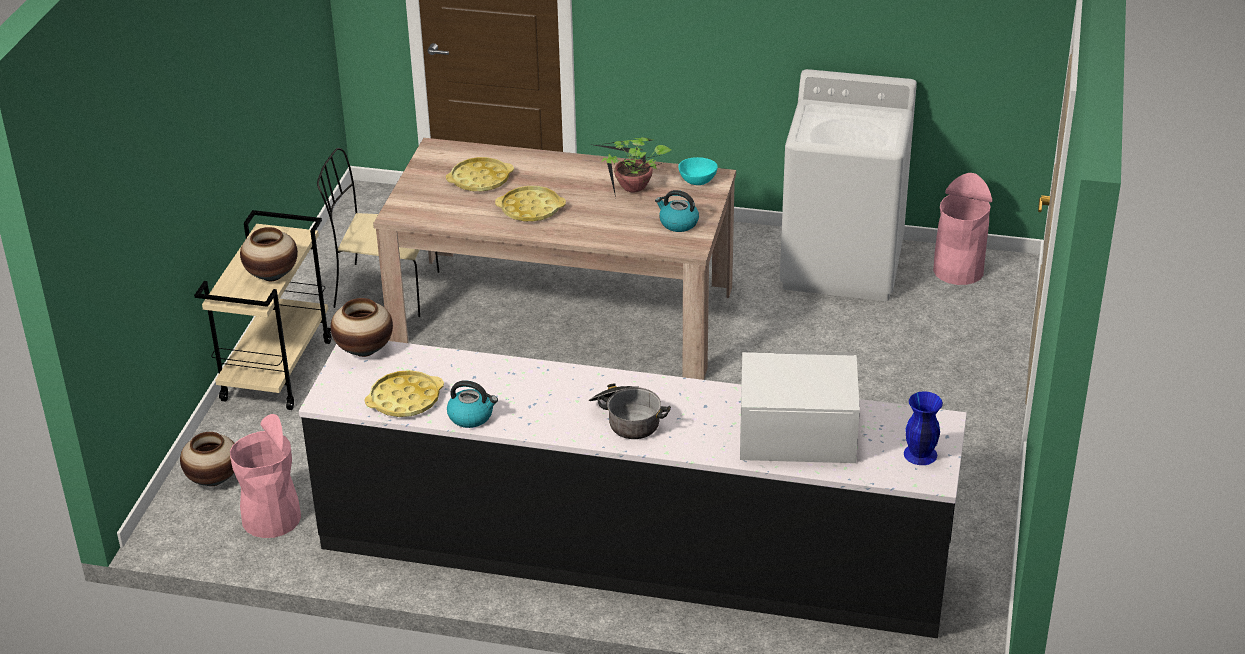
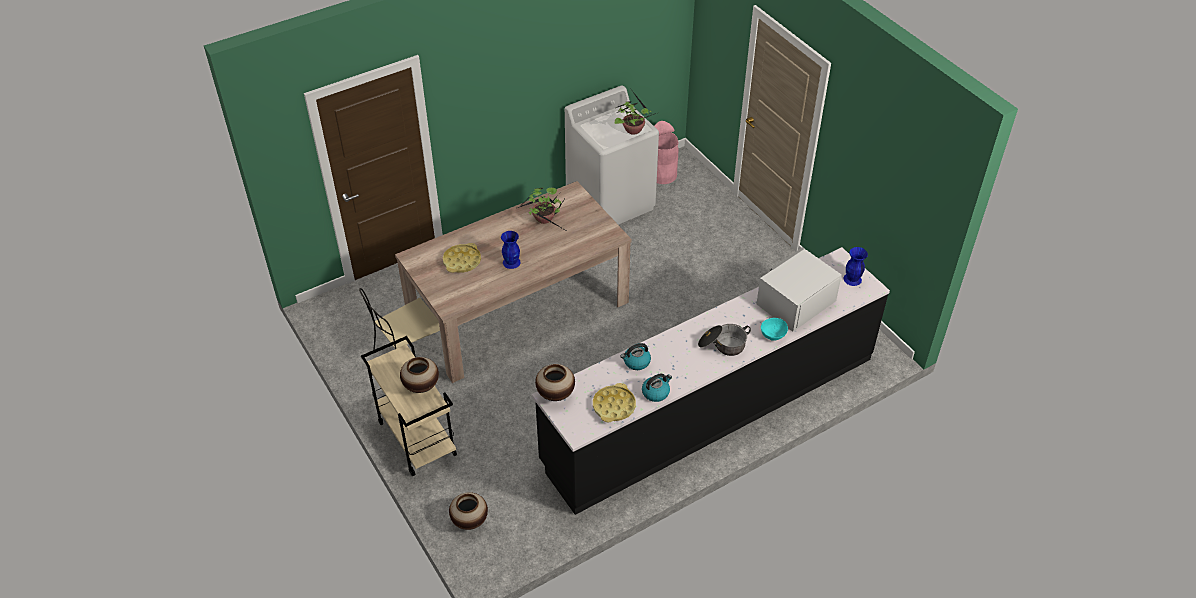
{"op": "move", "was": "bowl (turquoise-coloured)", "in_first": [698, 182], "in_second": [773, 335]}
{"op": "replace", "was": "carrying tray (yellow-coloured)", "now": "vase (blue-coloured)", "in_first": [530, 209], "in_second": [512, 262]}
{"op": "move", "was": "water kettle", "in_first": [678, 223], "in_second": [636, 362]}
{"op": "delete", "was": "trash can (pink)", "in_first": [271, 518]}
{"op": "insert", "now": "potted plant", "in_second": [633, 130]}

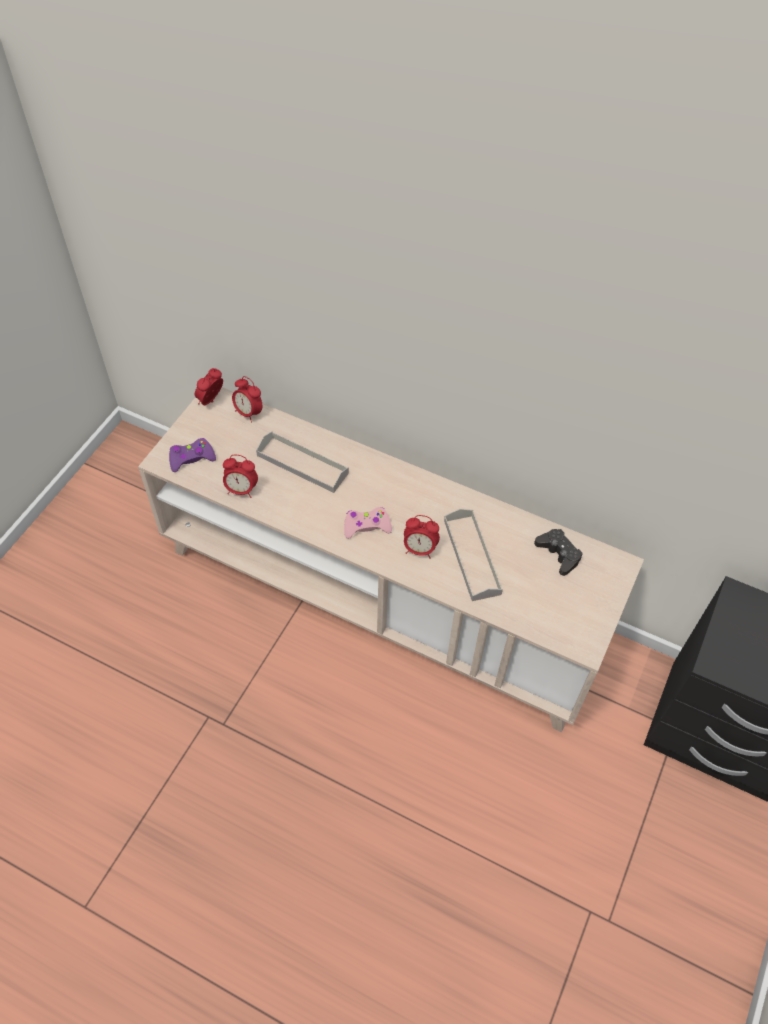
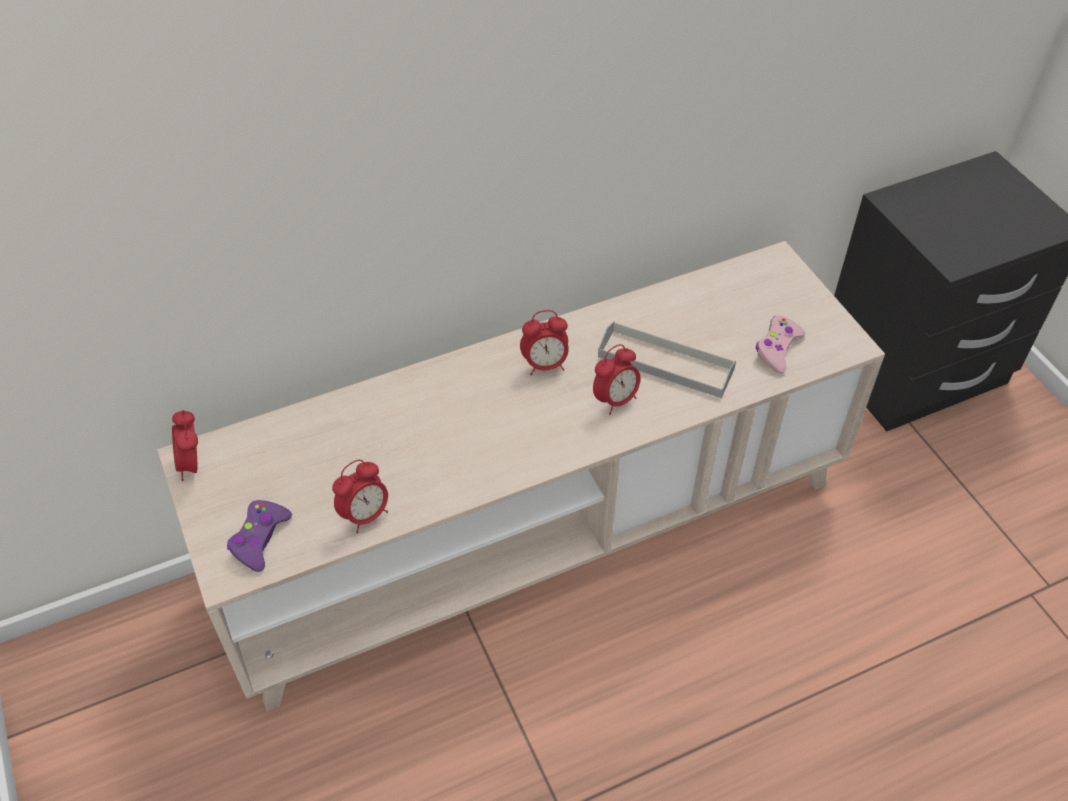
{"op": "move", "was": "bedside clock", "in_first": [248, 413], "in_second": [545, 365]}
{"op": "delete", "was": "carrying tray (greyish)", "in_first": [302, 464]}
{"op": "move", "was": "gamepad (pink)", "in_first": [366, 526], "in_second": [777, 349]}
{"op": "delete", "was": "gamepad (blackish)", "in_first": [558, 554]}

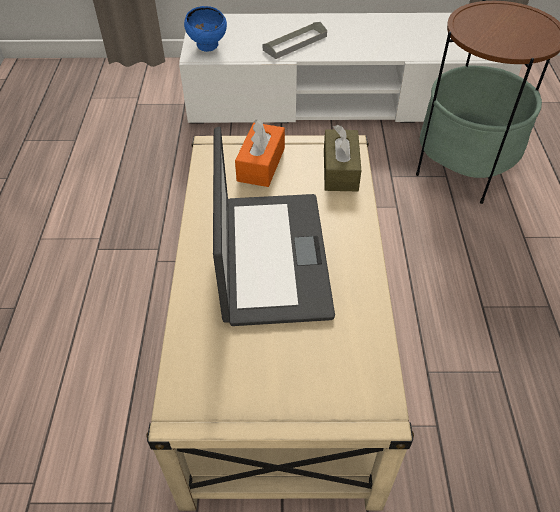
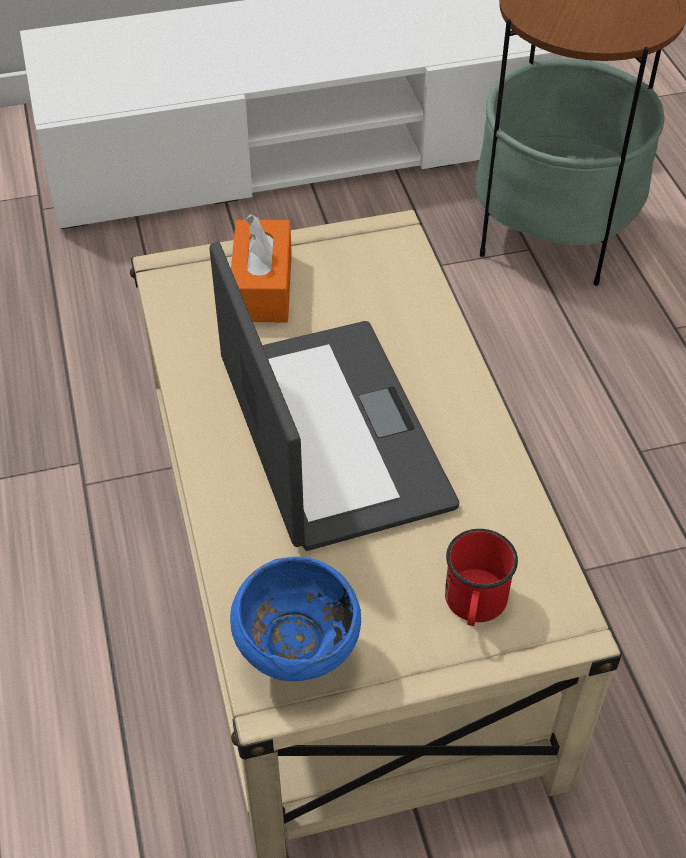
{"op": "move", "was": "bowl (blue-coloured)", "in_first": [208, 48], "in_second": [299, 656]}
{"op": "delete", "was": "carrying tray (greyish)", "in_first": [295, 43]}
{"op": "delete", "was": "tissue box (brownish)", "in_first": [340, 170]}
{"op": "insert", "now": "mug (red)", "in_second": [474, 605]}

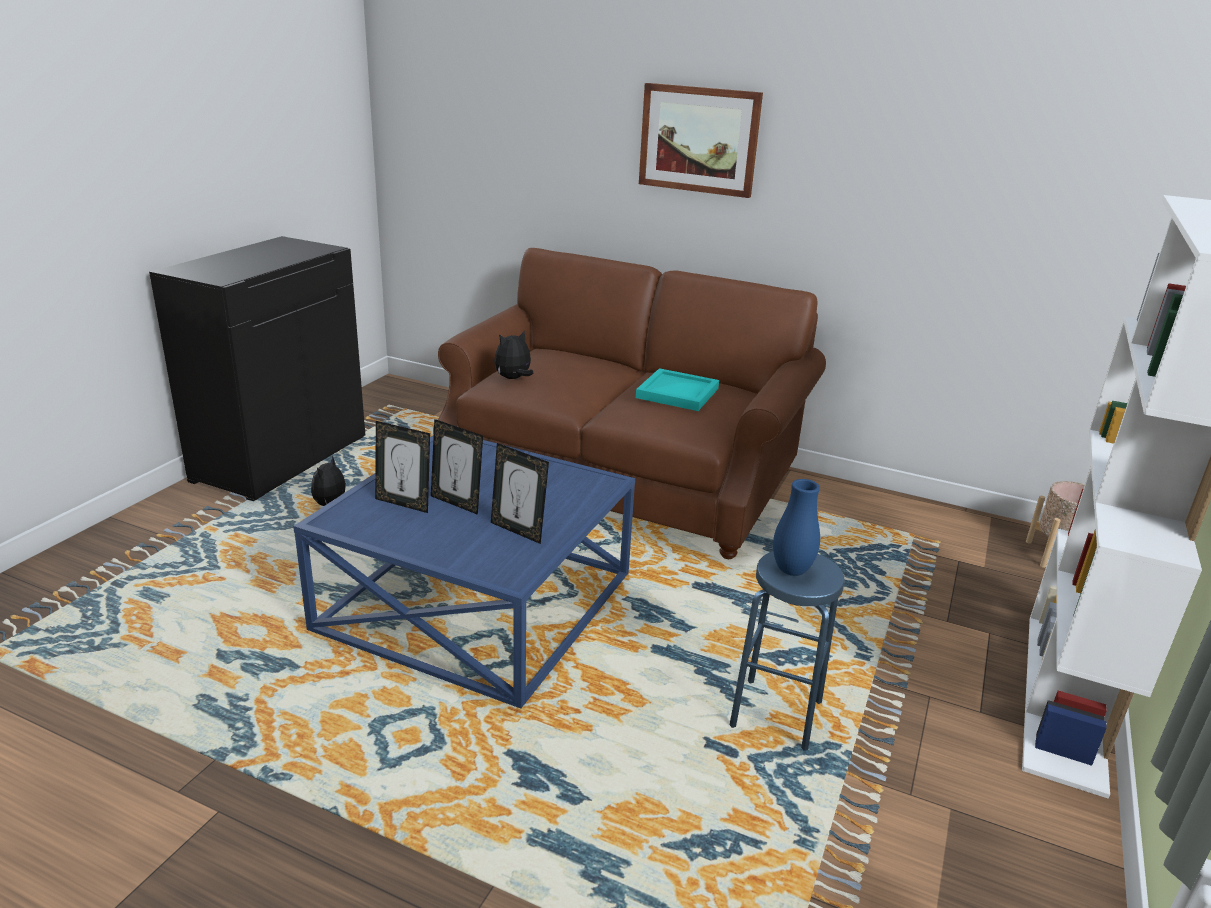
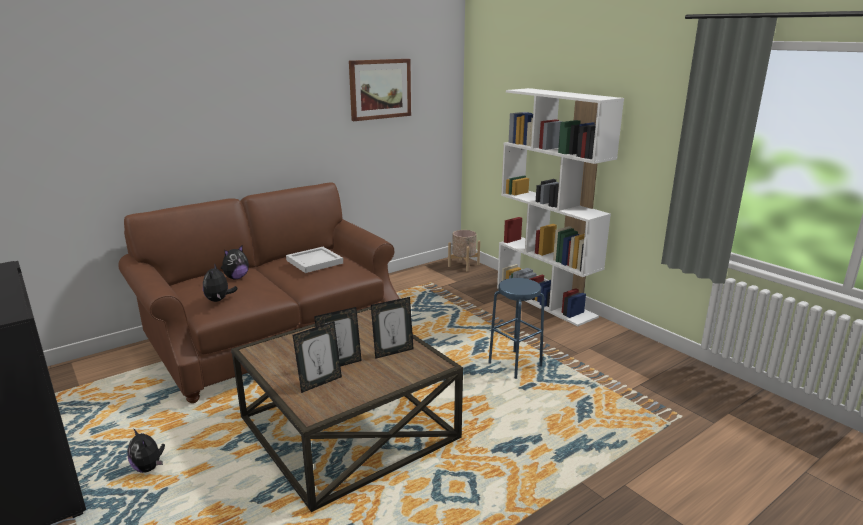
{"op": "move", "was": "wall picture", "in_first": [699, 140], "in_second": [380, 89]}
{"op": "recolor", "was": "carrying tray (turquoise-coloured)", "now": "carrying tray (whitish)", "in_first": [677, 392], "in_second": [313, 262]}
{"op": "recolor", "was": "low table (blue-coloured)", "now": "low table (brownish)", "in_first": [478, 600], "in_second": [347, 427]}
{"op": "delete", "was": "vase (blue-coloured)", "in_first": [791, 570]}
{"op": "insert", "now": "soft toy", "in_second": [236, 278]}

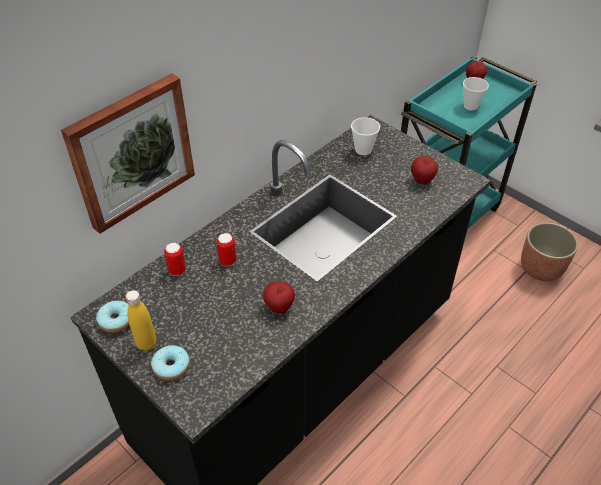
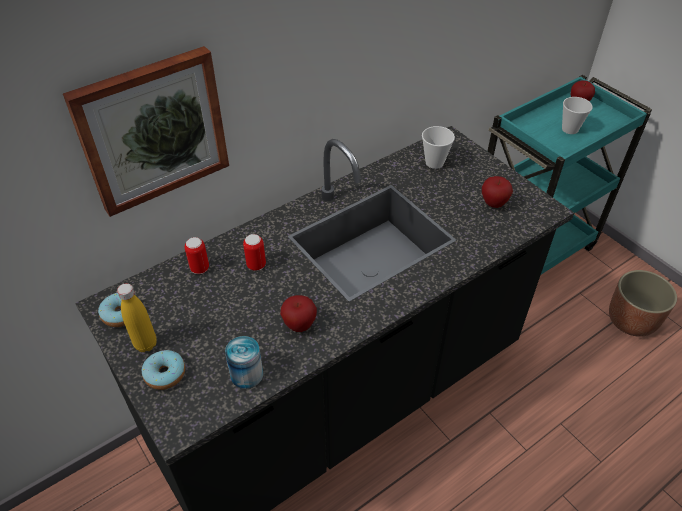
{"op": "insert", "now": "metal can", "in_second": [247, 374]}

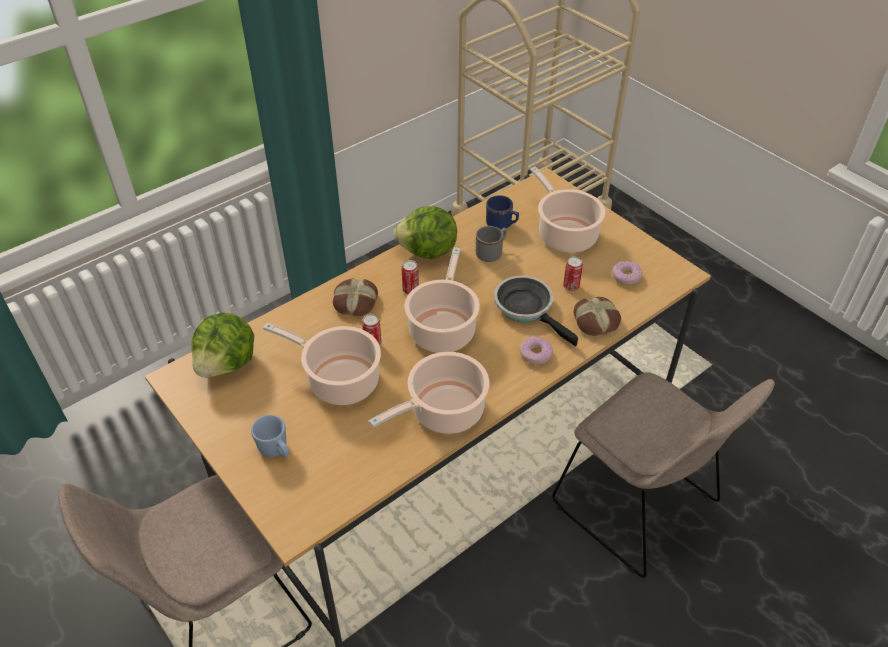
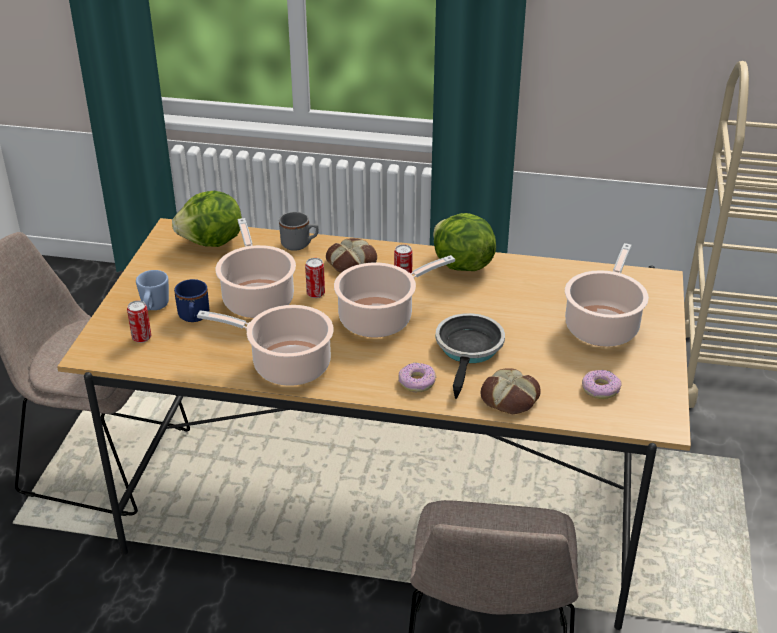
{"op": "move", "was": "mug (blue-coloured)", "in_first": [502, 225], "in_second": [193, 317]}
{"op": "move", "was": "mug (greyish)", "in_first": [491, 253], "in_second": [300, 244]}
{"op": "move", "was": "metal can", "in_first": [571, 286], "in_second": [141, 338]}

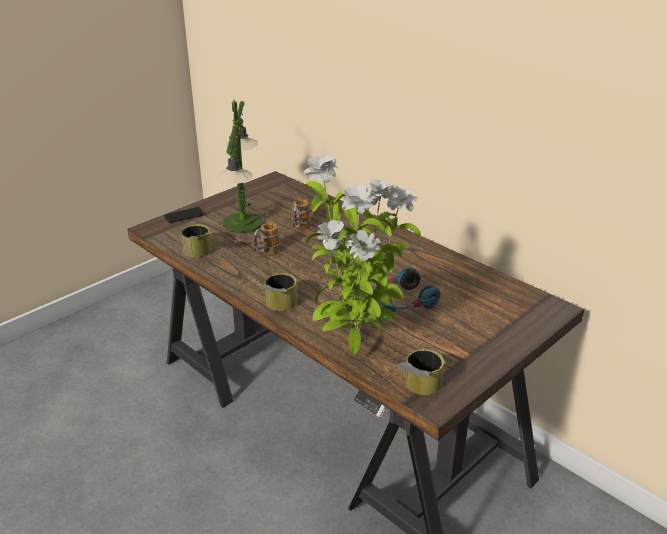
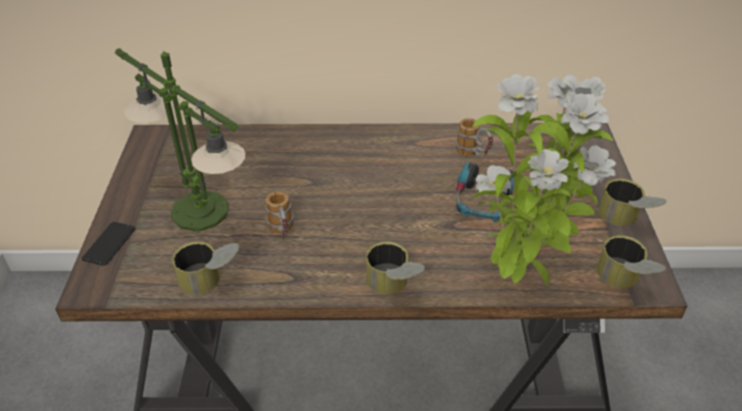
{"op": "move", "was": "mug", "in_first": [299, 228], "in_second": [473, 155]}
{"op": "insert", "now": "metal can", "in_second": [625, 220]}

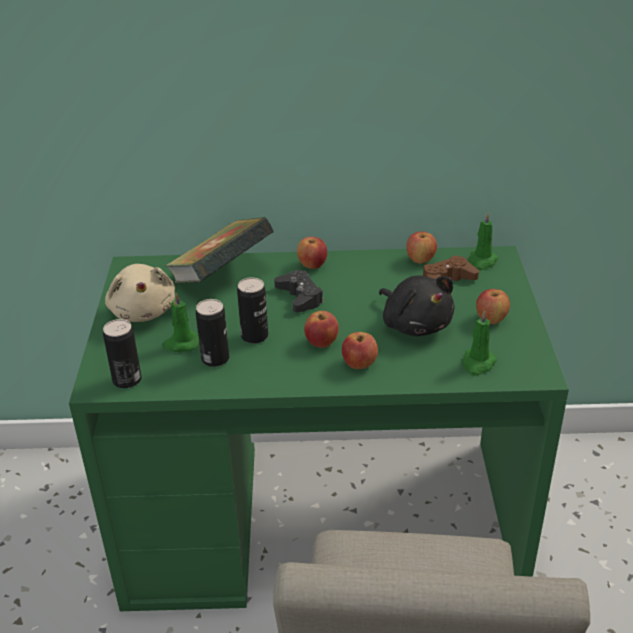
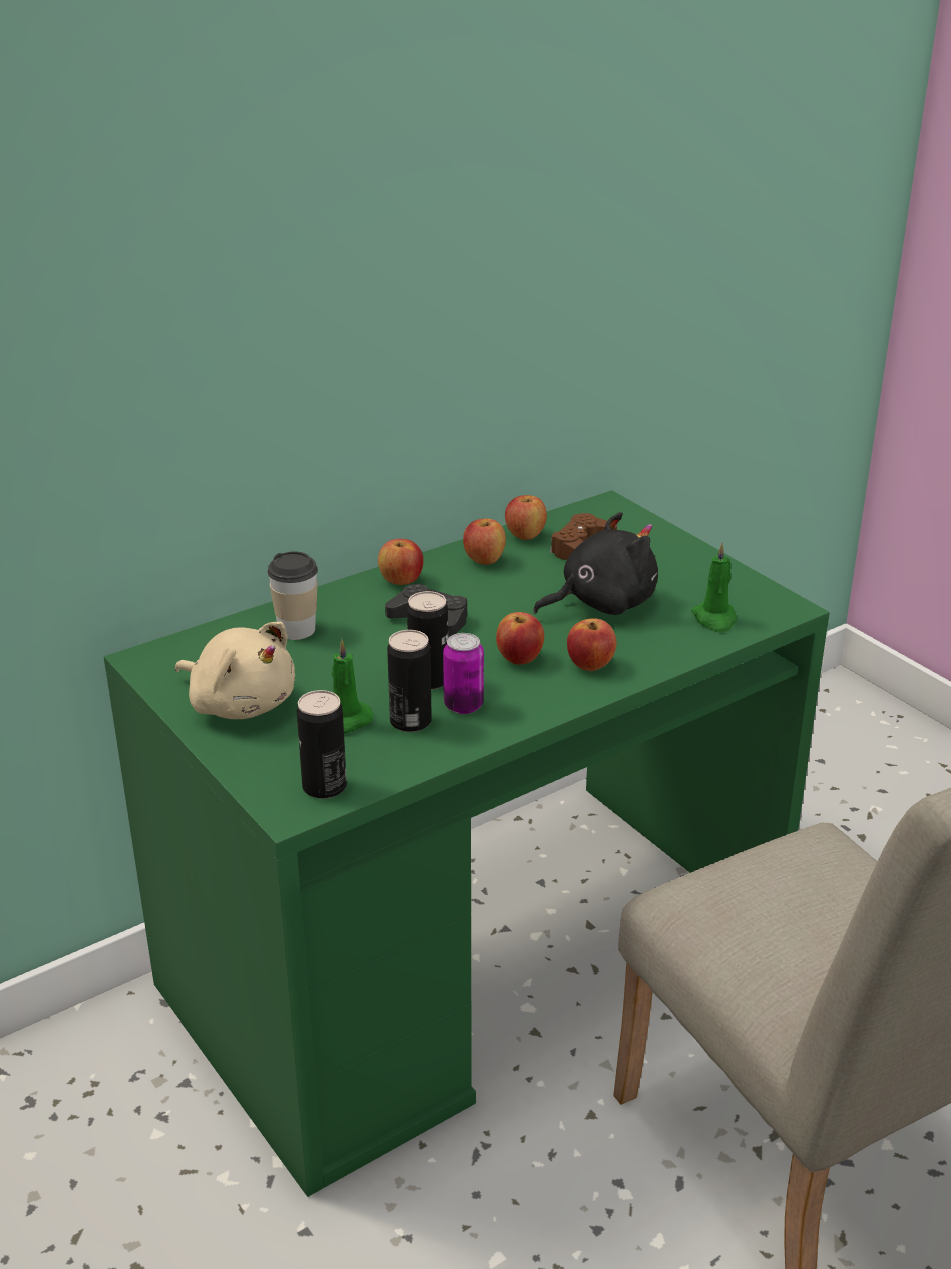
{"op": "delete", "was": "wax light (green-coloured)", "in_first": [482, 261]}
{"op": "replace", "was": "book", "now": "cup", "in_first": [221, 276], "in_second": [296, 630]}
{"op": "rotate", "was": "soft toy (blackish)", "in_first": [415, 324], "in_second": [601, 603], "clockwise": -45}
{"op": "move", "was": "whole apple", "in_first": [491, 319], "in_second": [484, 560]}
{"op": "insert", "now": "metal can", "in_second": [463, 705]}

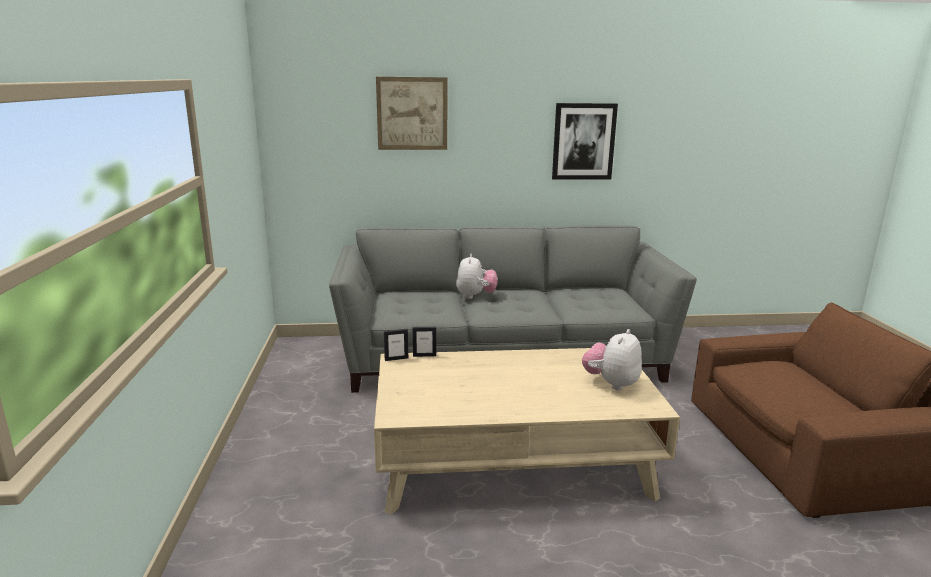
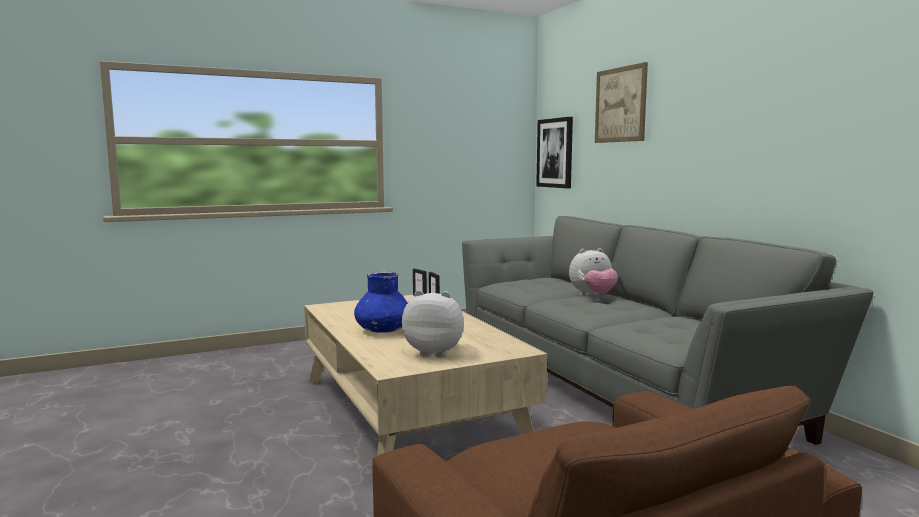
{"op": "move", "was": "wall picture", "in_first": [583, 141], "in_second": [555, 153]}
{"op": "insert", "now": "vase (blue-coloured)", "in_second": [383, 330]}

